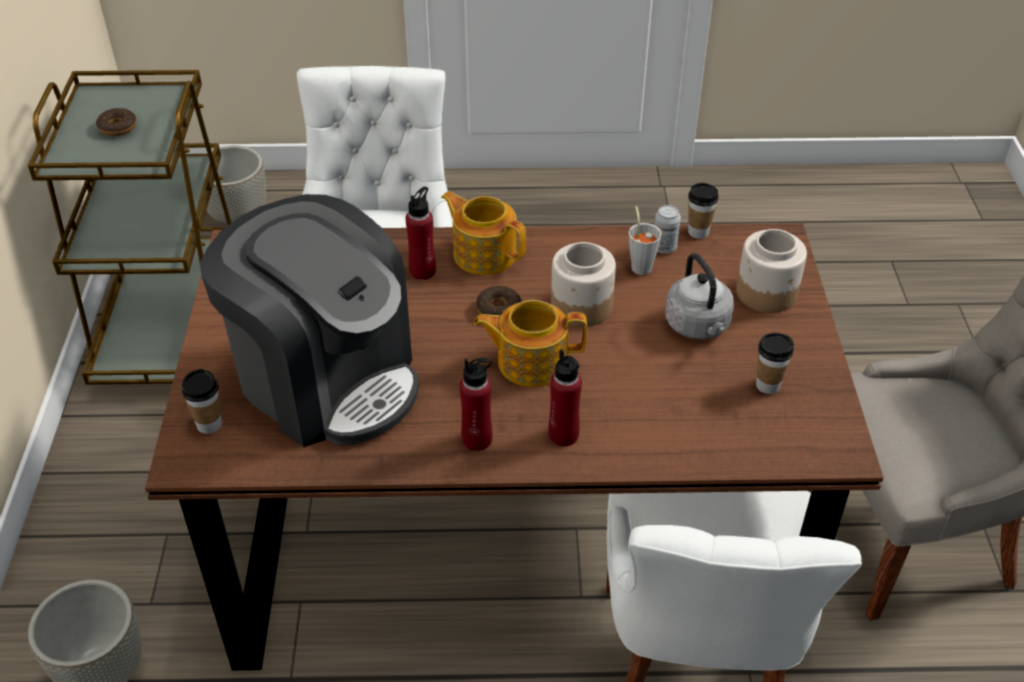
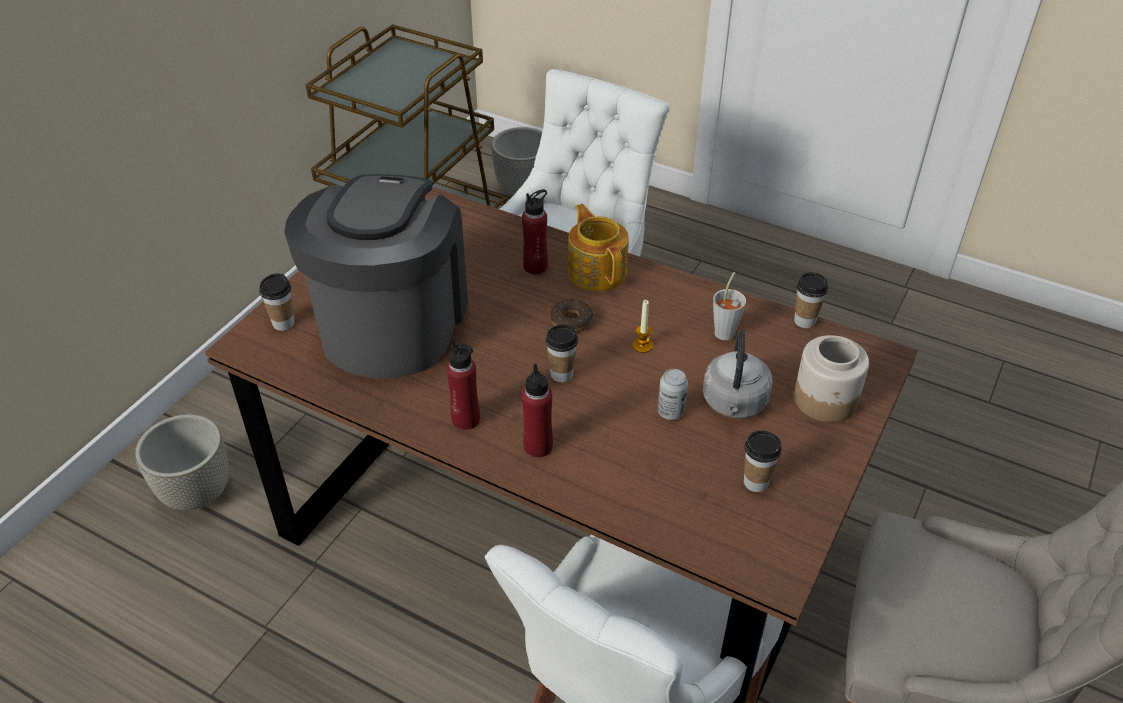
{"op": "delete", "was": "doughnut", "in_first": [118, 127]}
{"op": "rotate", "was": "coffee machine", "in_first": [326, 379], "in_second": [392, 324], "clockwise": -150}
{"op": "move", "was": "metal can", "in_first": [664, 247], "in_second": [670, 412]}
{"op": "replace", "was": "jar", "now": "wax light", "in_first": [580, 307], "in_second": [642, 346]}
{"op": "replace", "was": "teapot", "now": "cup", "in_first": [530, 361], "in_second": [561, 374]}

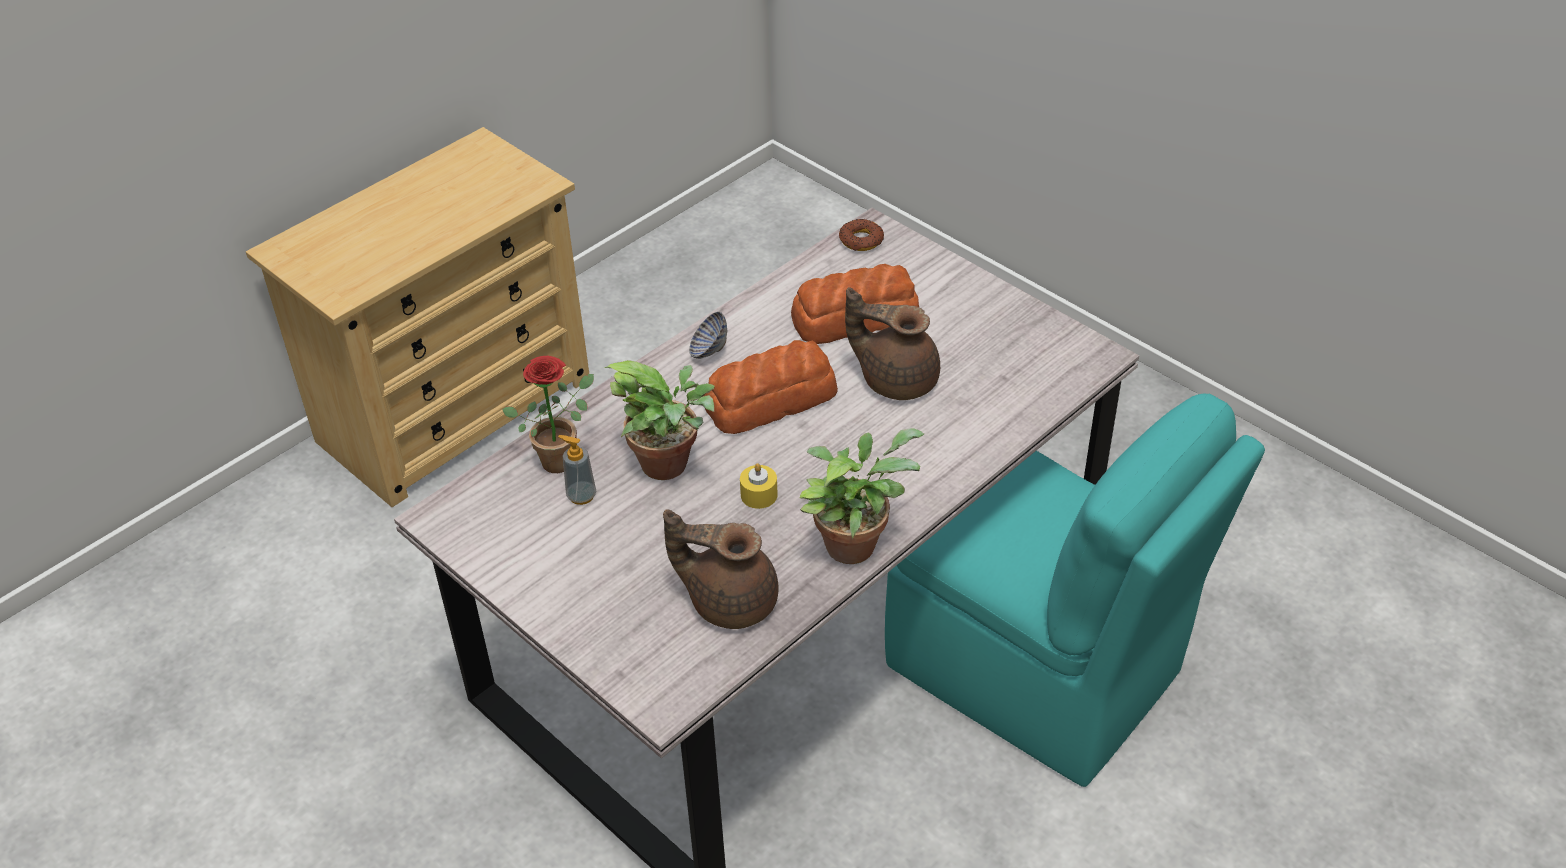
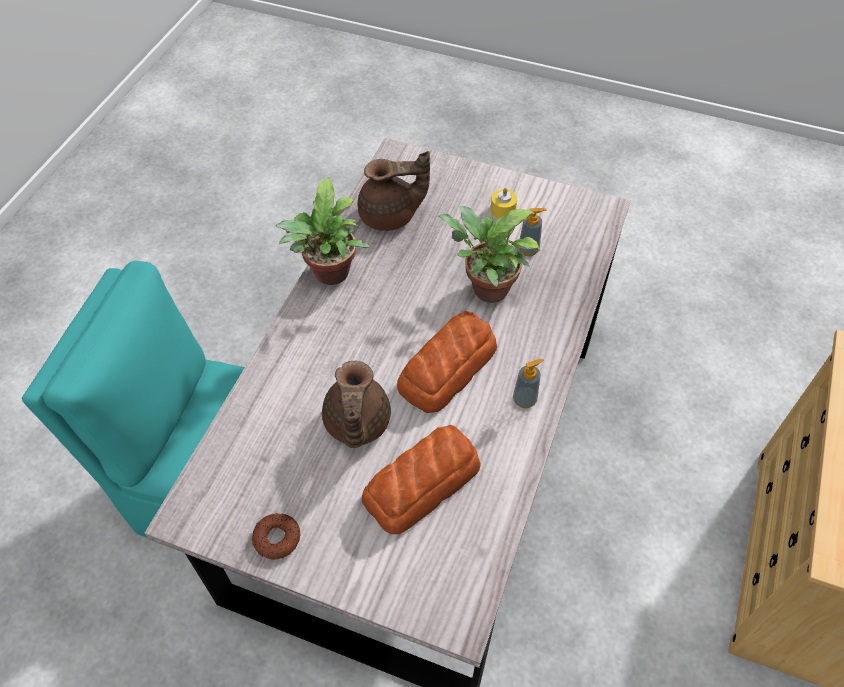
{"op": "move", "was": "doughnut", "in_first": [861, 240], "in_second": [277, 538]}
{"op": "rotate", "was": "teapot (brownish)", "in_first": [896, 379], "in_second": [356, 424], "clockwise": 90}
{"op": "replace", "was": "bowl", "now": "soap dispenser", "in_first": [709, 350], "in_second": [524, 399]}
{"op": "delete", "was": "potted plant", "in_first": [562, 457]}
{"op": "move", "was": "wax light (yellow-coloured)", "in_first": [759, 495], "in_second": [503, 210]}

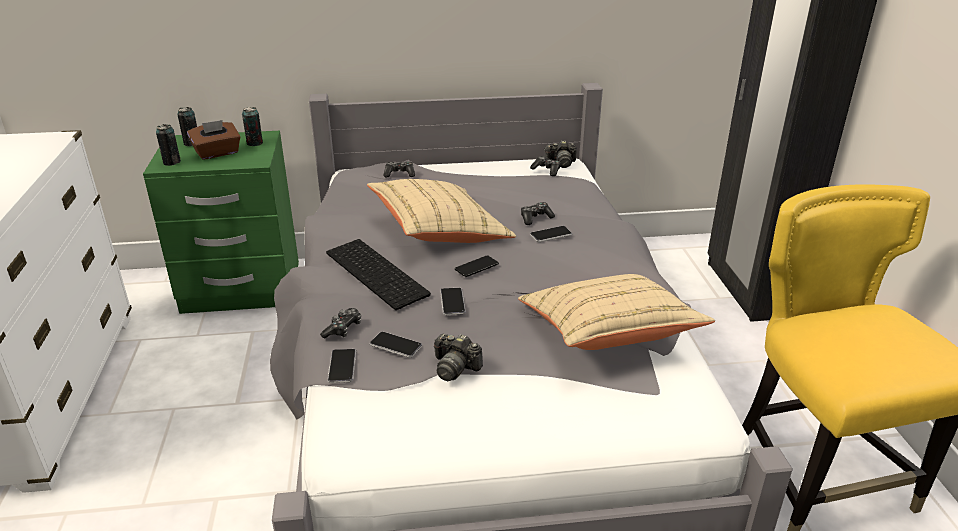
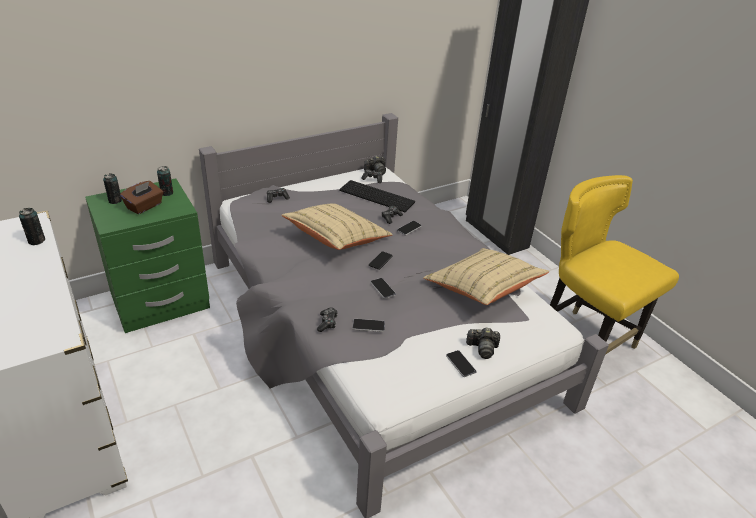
{"op": "move", "was": "metal can", "in_first": [172, 162], "in_second": [36, 241]}
{"op": "move", "was": "computer keyboard", "in_first": [379, 273], "in_second": [378, 196]}
{"op": "move", "was": "still camera", "in_first": [455, 368], "in_second": [482, 348]}
{"op": "move", "was": "telephone", "in_first": [342, 366], "in_second": [460, 364]}

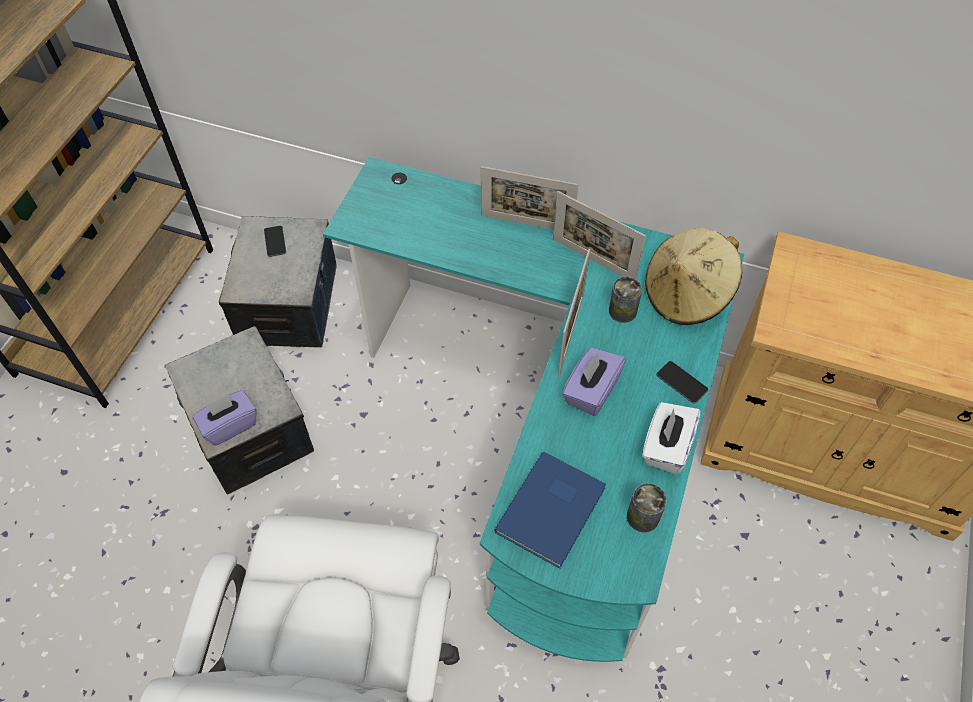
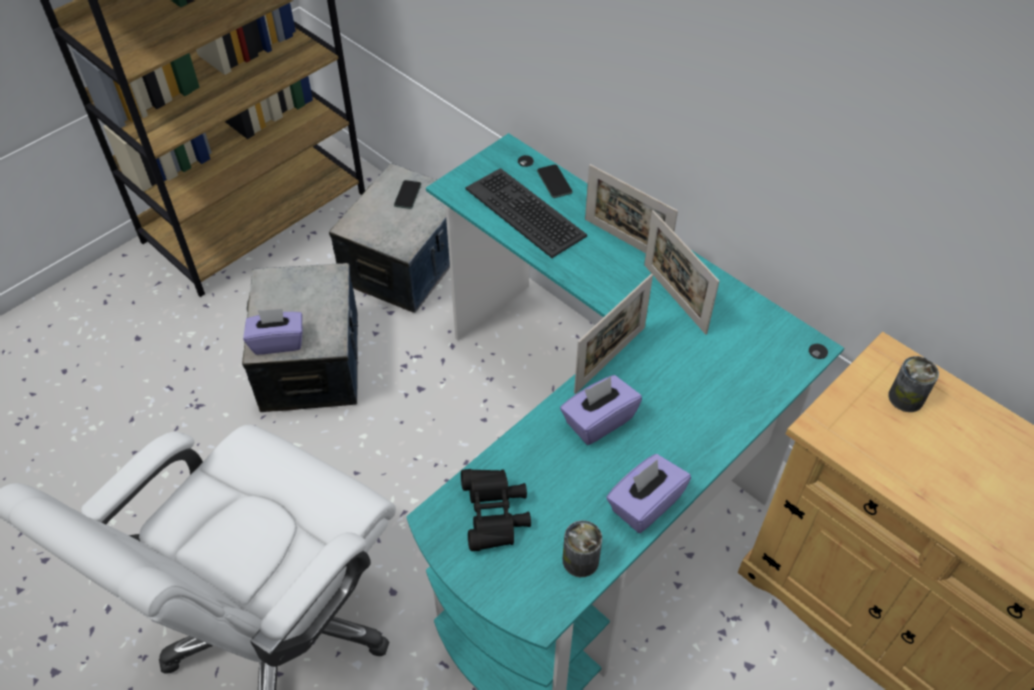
{"op": "delete", "was": "wearable hat (sand-coloured)", "in_first": [687, 295]}
{"op": "move", "was": "metal can", "in_first": [622, 311], "in_second": [906, 398]}
{"op": "move", "was": "telephone", "in_first": [681, 382], "in_second": [554, 182]}
{"op": "recolor", "was": "tissue box (whitish)", "now": "tissue box (purple)", "in_first": [666, 447], "in_second": [644, 504]}
{"op": "replace", "was": "book (blue-coloured)", "now": "field glasses (blackish)", "in_first": [554, 510], "in_second": [495, 516]}
{"op": "insert", "now": "computer keyboard", "in_second": [526, 212]}

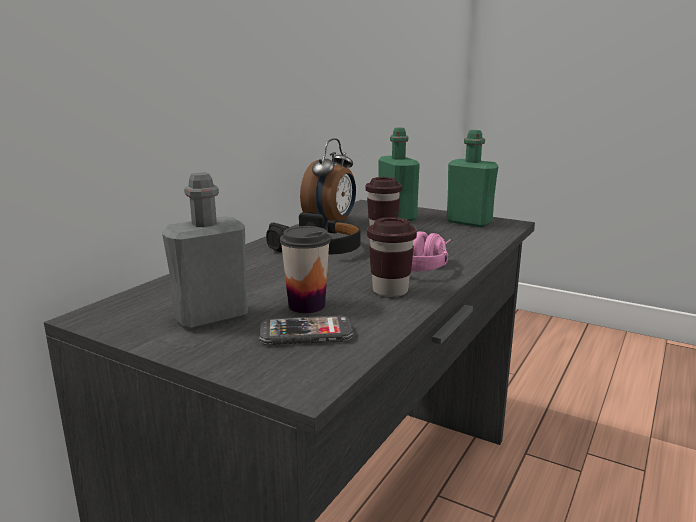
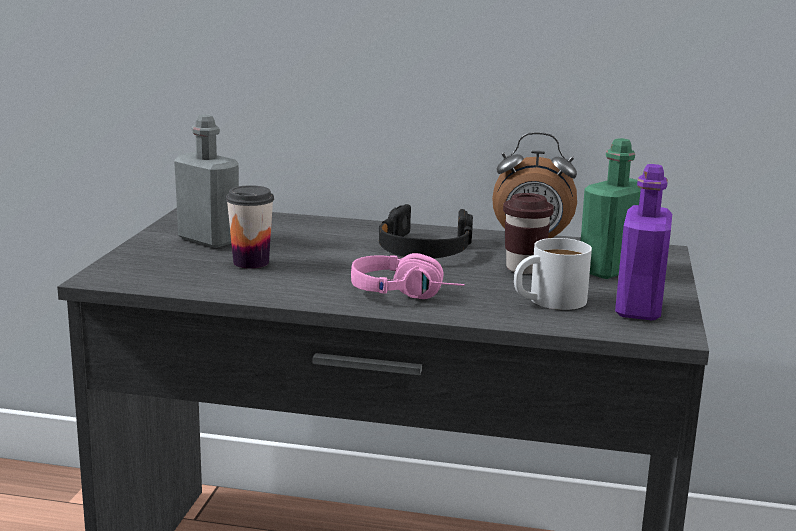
{"op": "recolor", "was": "beverage bottle (green-coloured)", "now": "beverage bottle (purple)", "in_first": [469, 222], "in_second": [638, 308]}
{"op": "delete", "was": "cup (brownish)", "in_first": [390, 291]}
{"op": "delete", "was": "telephone", "in_first": [306, 334]}
{"op": "insert", "now": "mug (whitish)", "in_second": [548, 301]}

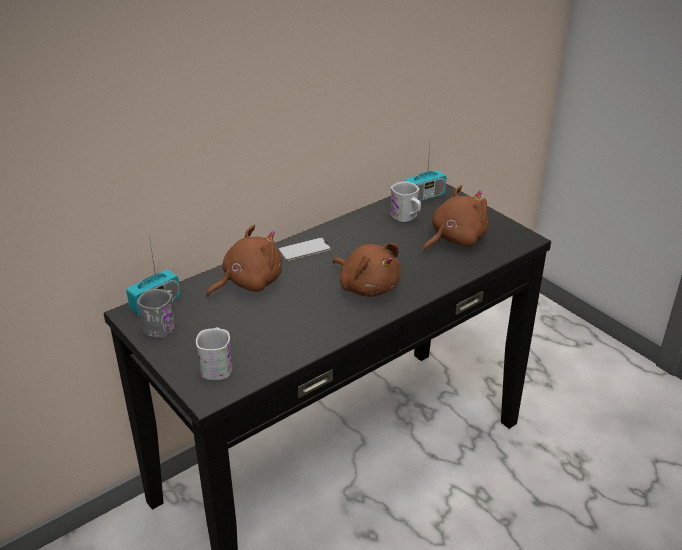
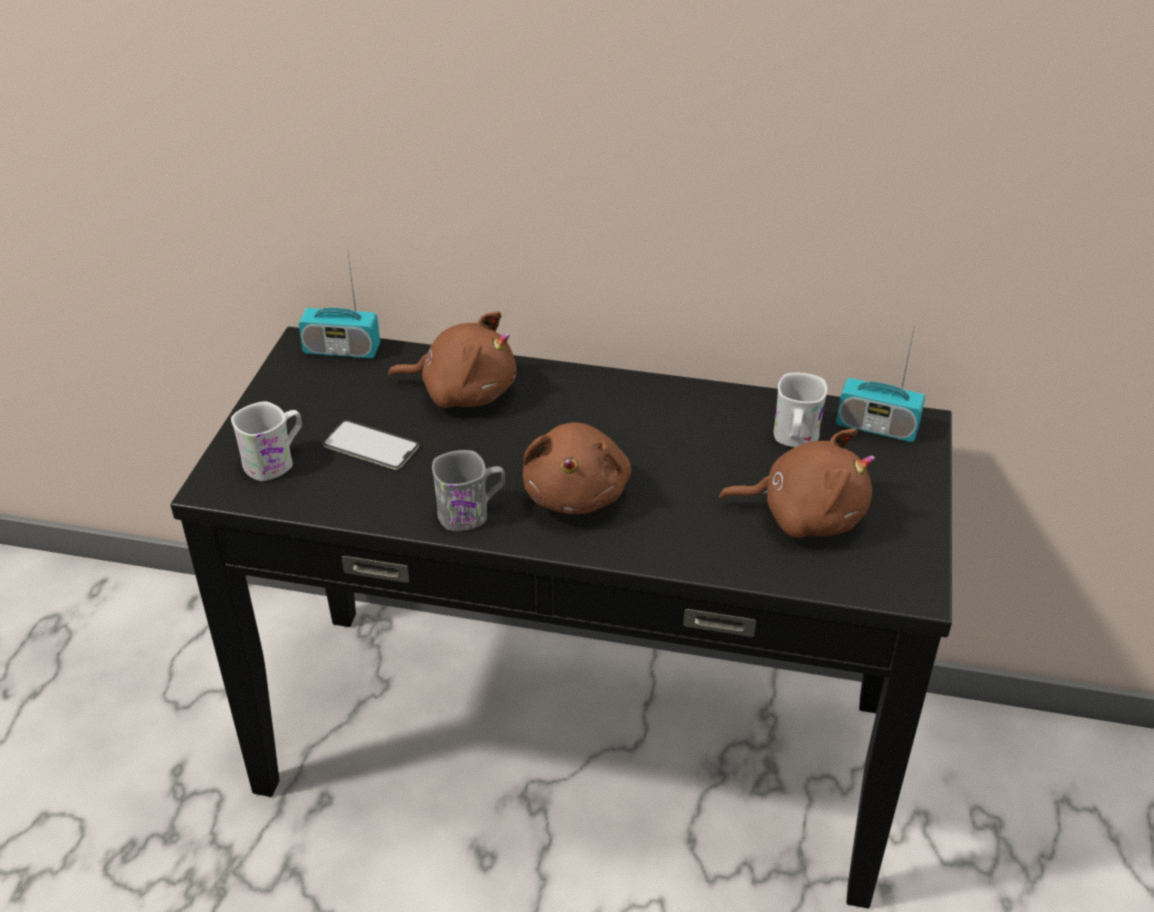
{"op": "move", "was": "telephone", "in_first": [304, 249], "in_second": [371, 446]}
{"op": "move", "was": "mug (greyish)", "in_first": [162, 325], "in_second": [471, 513]}

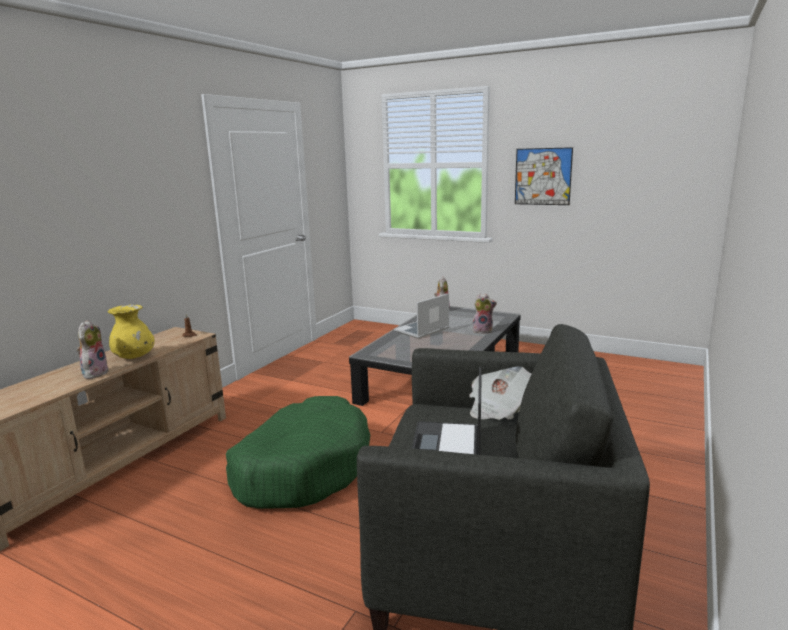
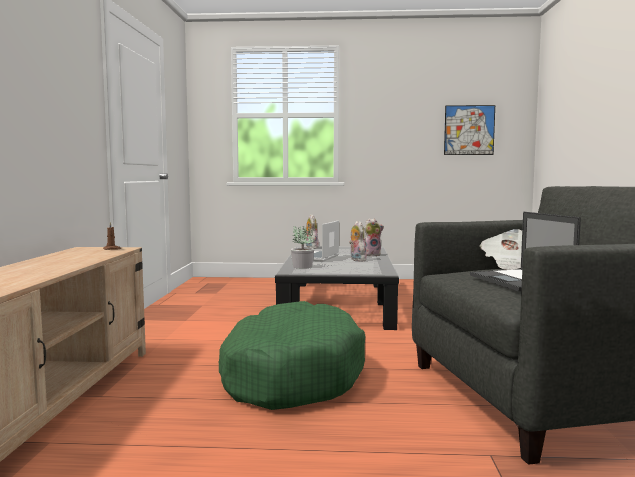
{"op": "move", "was": "wall picture", "in_first": [543, 176], "in_second": [469, 130]}
{"op": "delete", "was": "vase (yellow-coloured)", "in_first": [134, 357]}
{"op": "move", "was": "soft toy", "in_first": [94, 373], "in_second": [356, 260]}
{"op": "insert", "now": "potted plant", "in_second": [302, 267]}

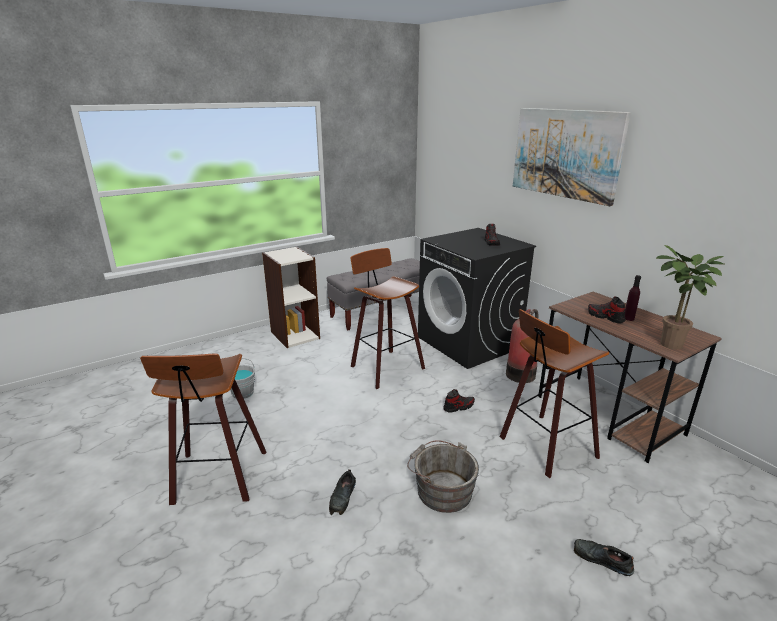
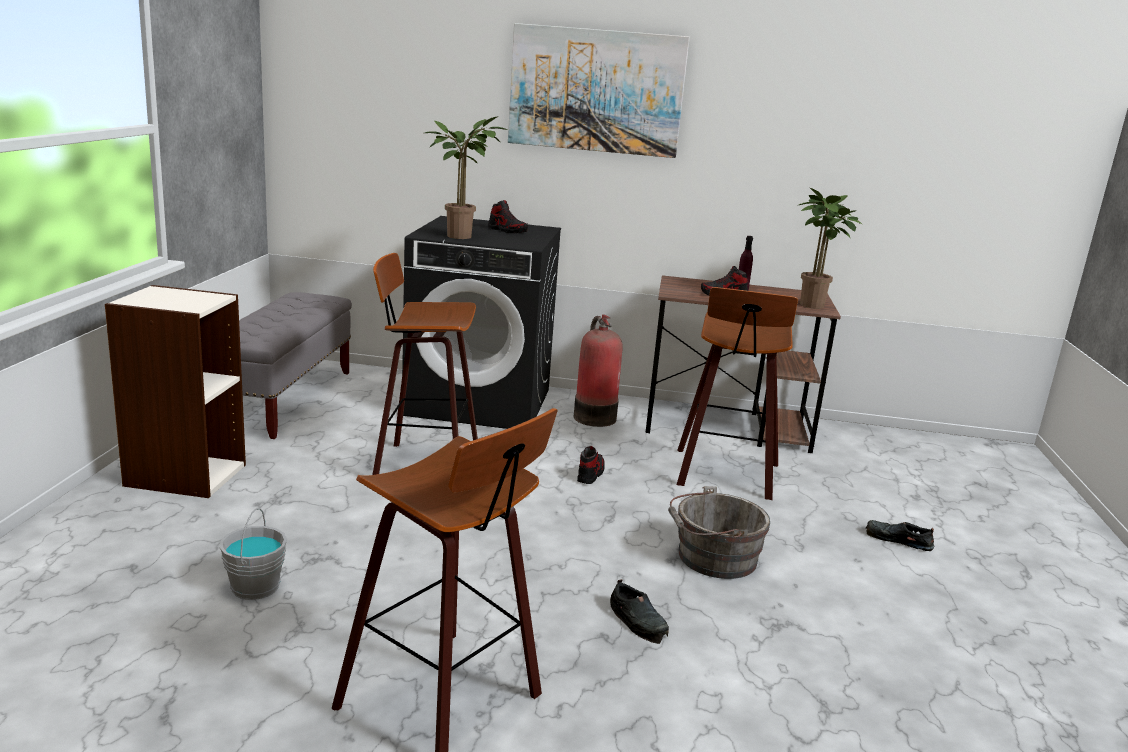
{"op": "rotate", "was": "shoe (blackish)", "in_first": [601, 559], "in_second": [897, 540], "clockwise": 45}
{"op": "insert", "now": "potted plant", "in_second": [462, 236]}

